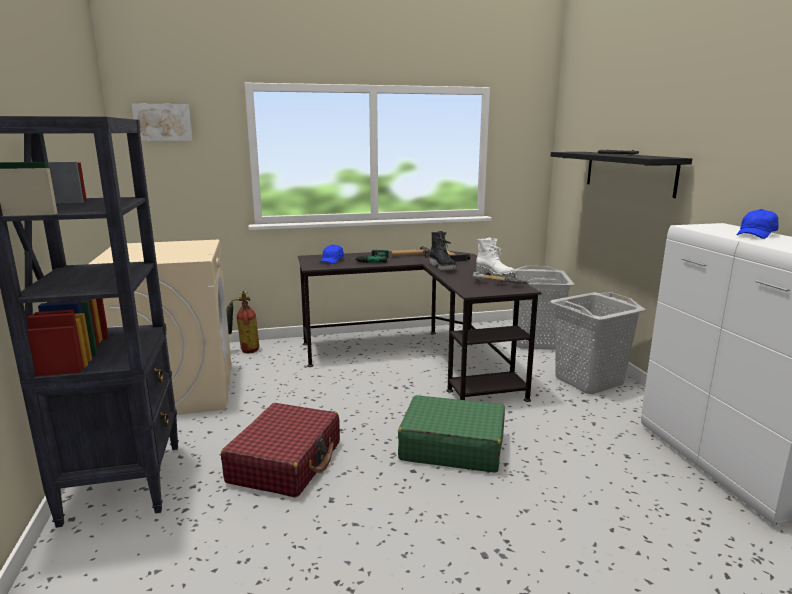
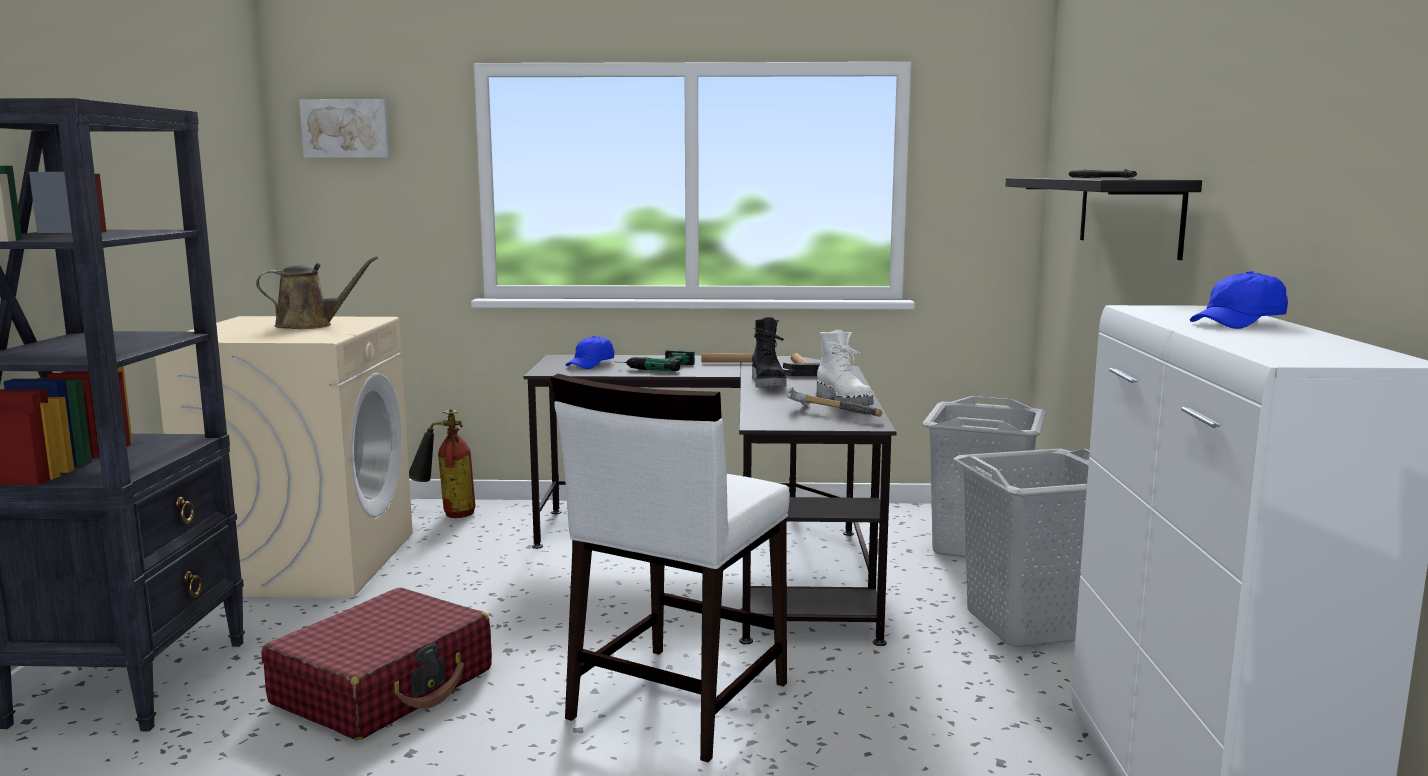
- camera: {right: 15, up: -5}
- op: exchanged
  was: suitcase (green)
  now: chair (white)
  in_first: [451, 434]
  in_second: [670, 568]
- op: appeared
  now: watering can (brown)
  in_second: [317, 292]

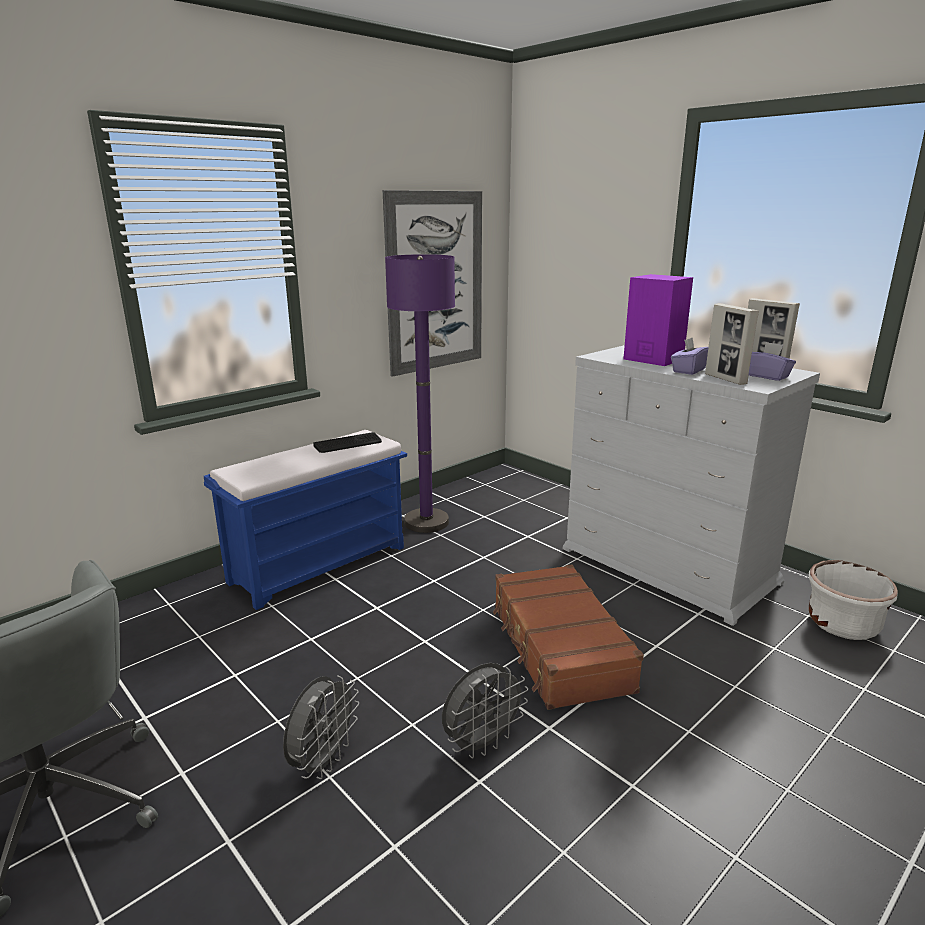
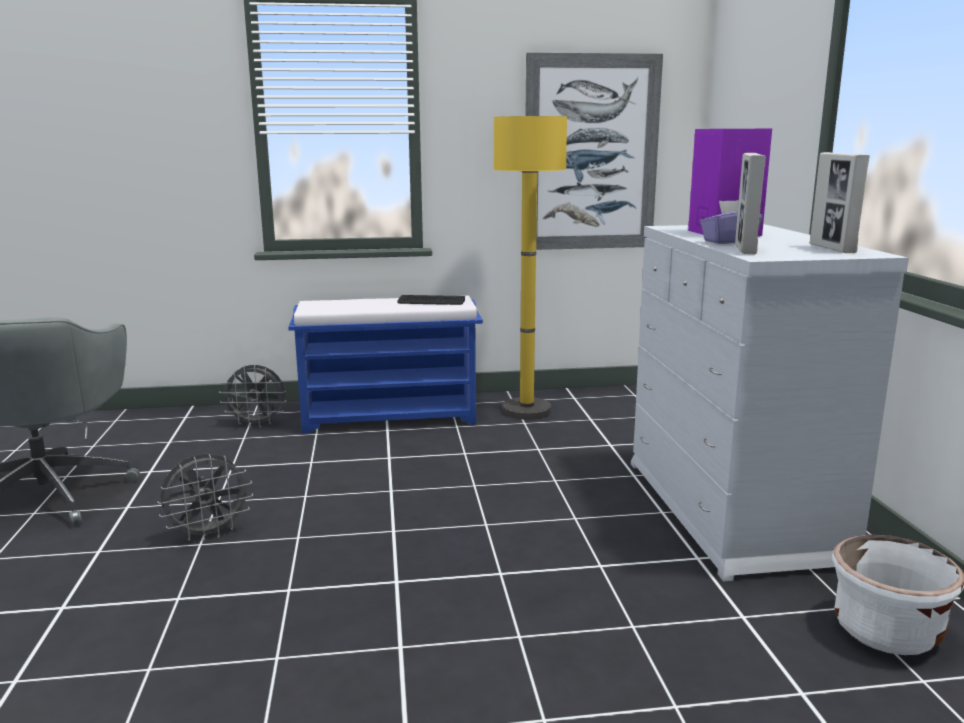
- camera: {right: 35, up: -5}
- op: colour
  was: floor lamp (purple)
  now: floor lamp (yellow)
  in_first: [420, 393]
  in_second: [530, 267]
- op: relocated
  was: fan (grey)
  in_first: [485, 711]
  in_second: [252, 396]
- op: missing
  was: suitcase (brown)
  in_first: [568, 637]
- op: missing
  was: tissue box (purple)
  in_first: [772, 361]

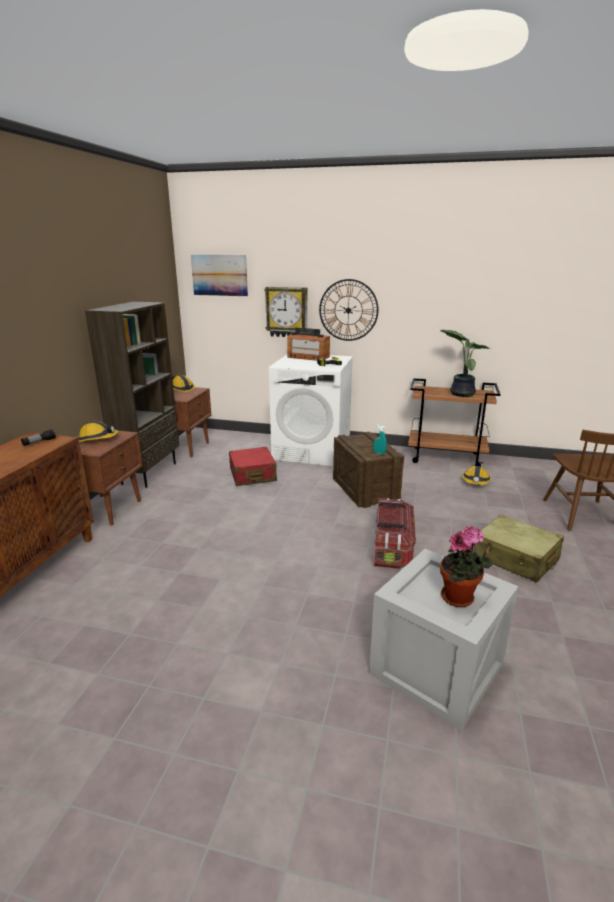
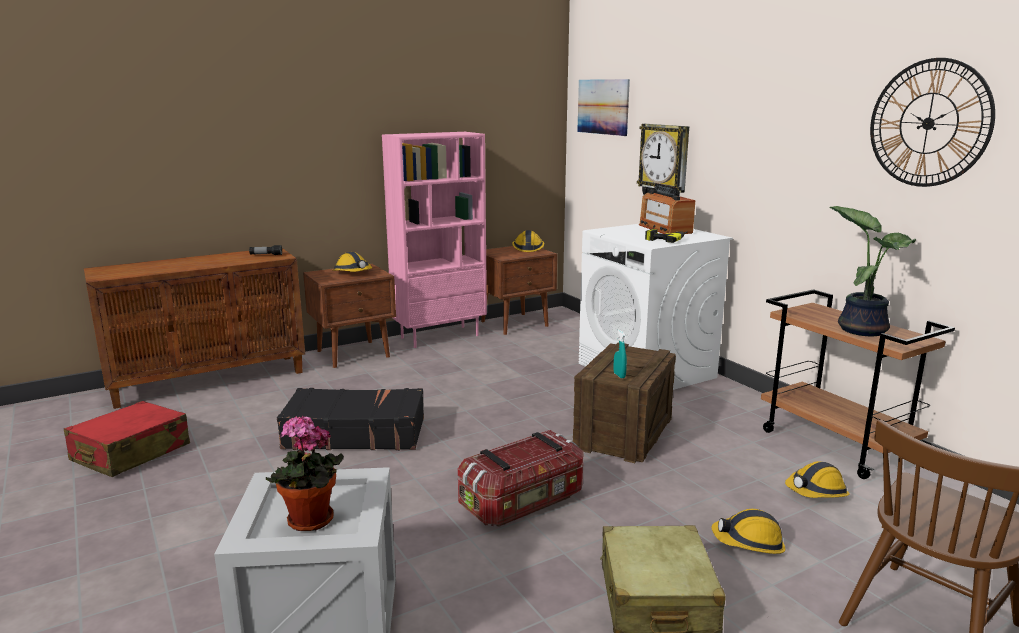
- camera: {right: 45, up: -5}
- op: colour
  was: bookcase (brown)
  now: bookcase (pink)
  in_first: [132, 395]
  in_second: [434, 240]
- op: relocated
  was: suitcase (red)
  in_first: [253, 466]
  in_second: [127, 439]
- op: relocated
  was: wall clock
  in_first: [348, 310]
  in_second: [932, 122]
- op: appeared
  now: suitcase (black)
  in_second: [350, 419]
- op: appeared
  now: hard hat
  in_second: [748, 531]

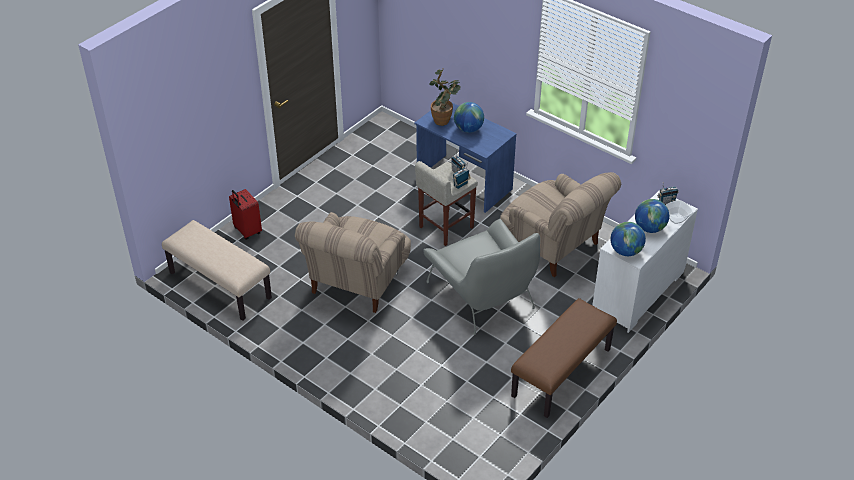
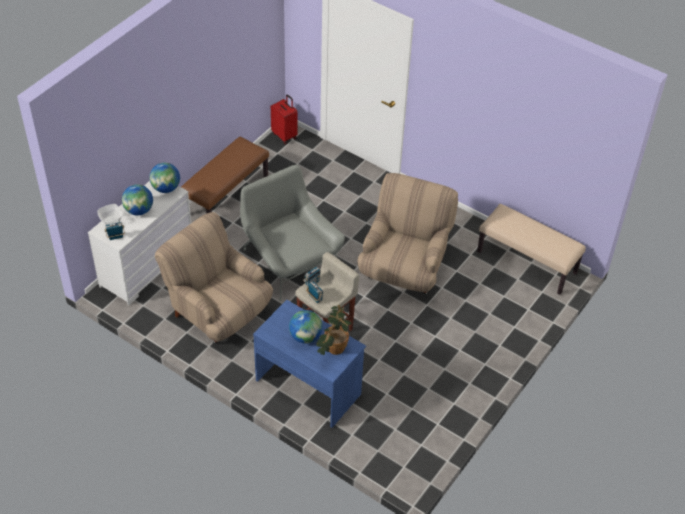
- camera: {right: 175, up: 5}
- op: relocated
  was: suitcase (red)
  in_first: [245, 214]
  in_second: [284, 119]

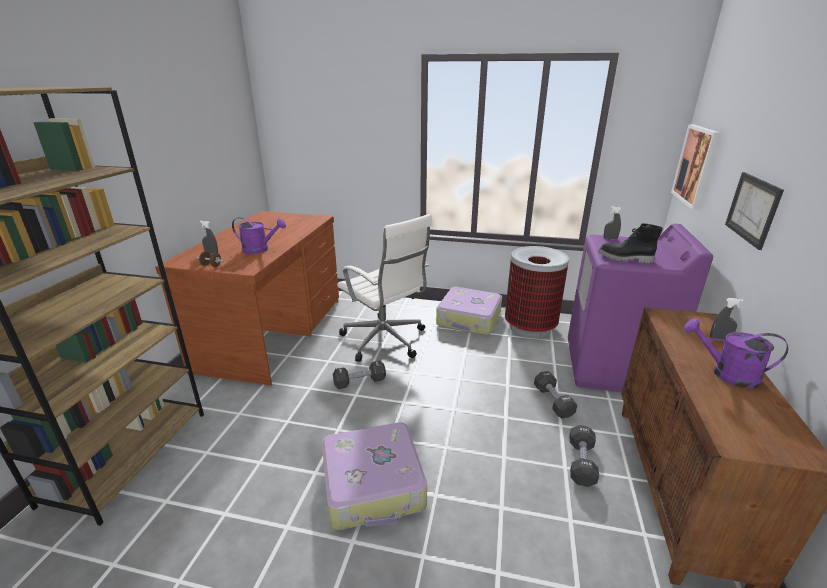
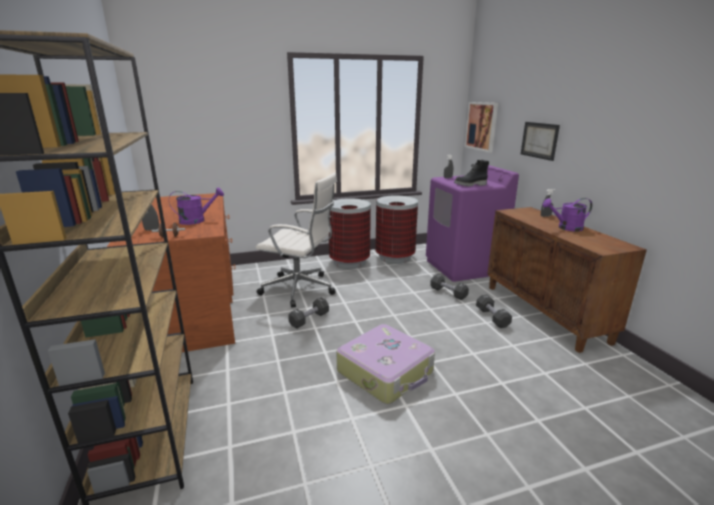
- camera: {right: -30, up: -5}
- op: exchanged
  was: suitcase
  now: trash can
  in_first: [469, 311]
  in_second: [350, 233]

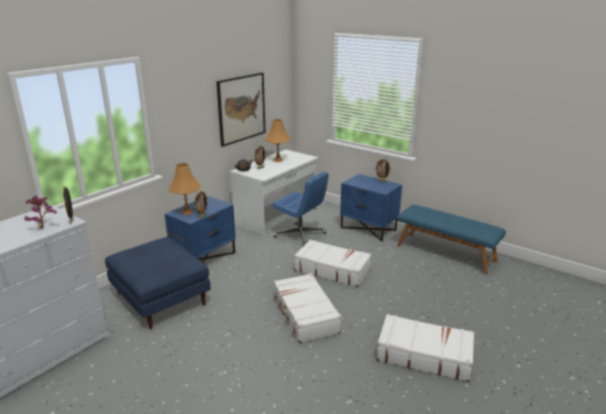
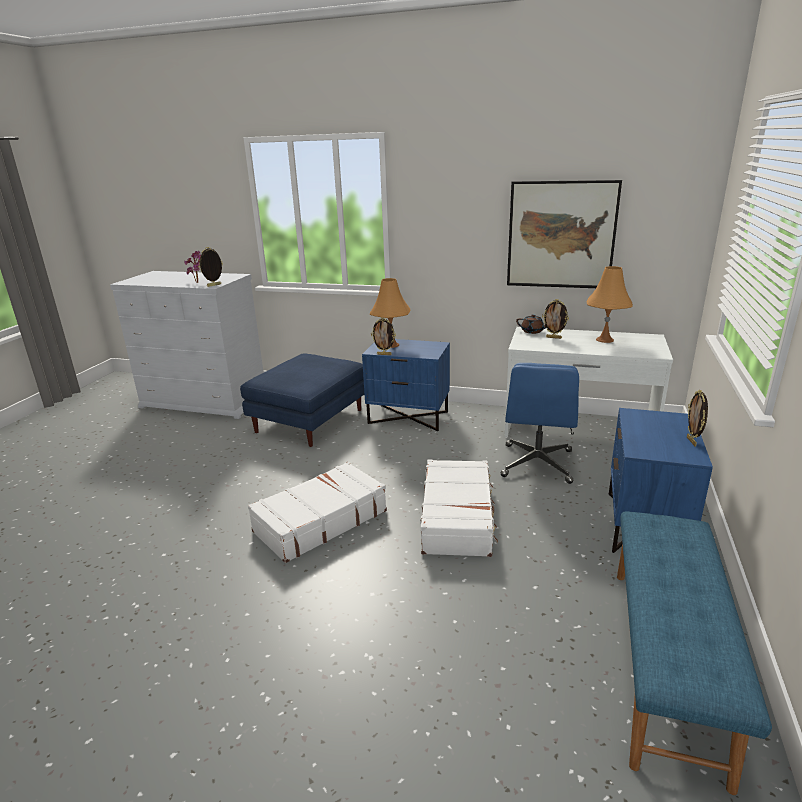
- camera: {right: 70, up: 0}
- op: missing
  was: suitcase (white)
  in_first: [425, 348]

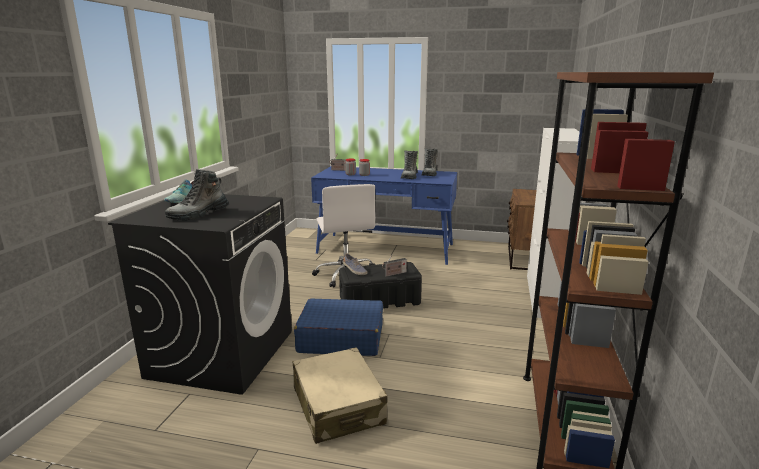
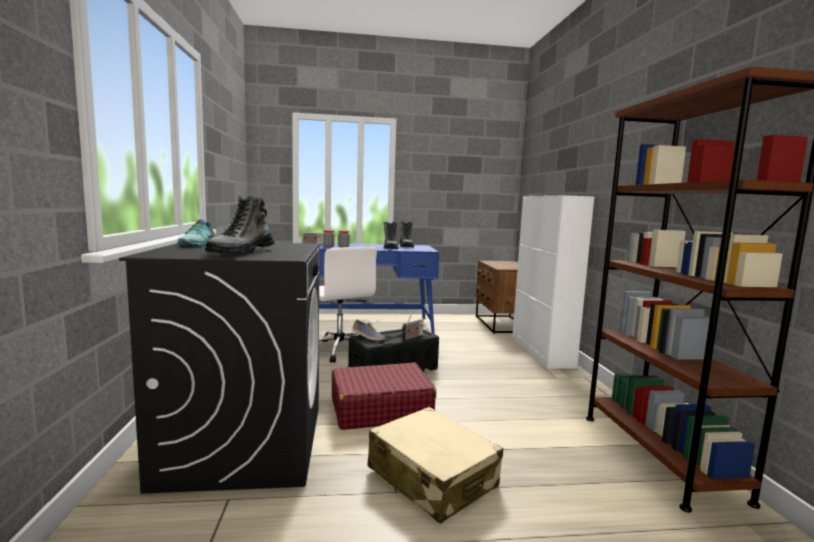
- camera: {right: -20, up: -10}
- op: colour
  was: suitcase (blue)
  now: suitcase (red)
  in_first: [338, 327]
  in_second: [384, 396]

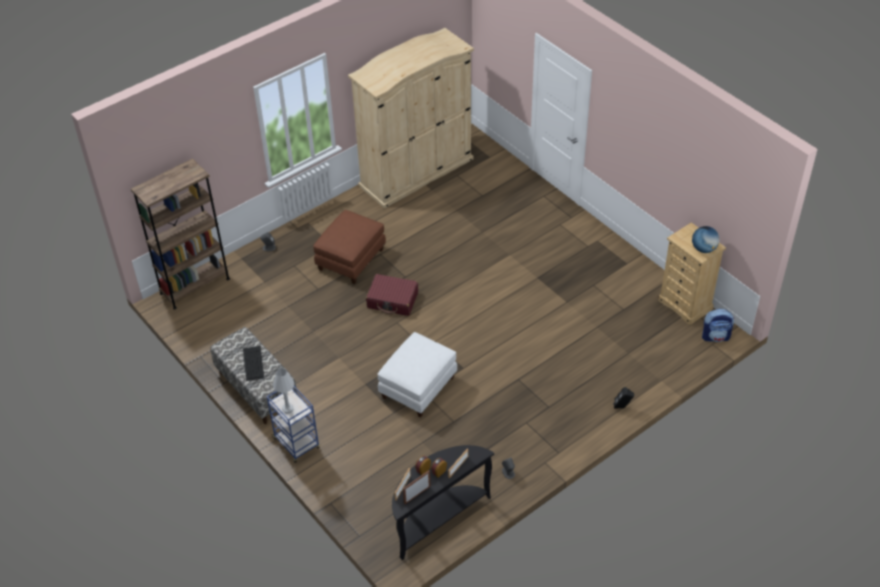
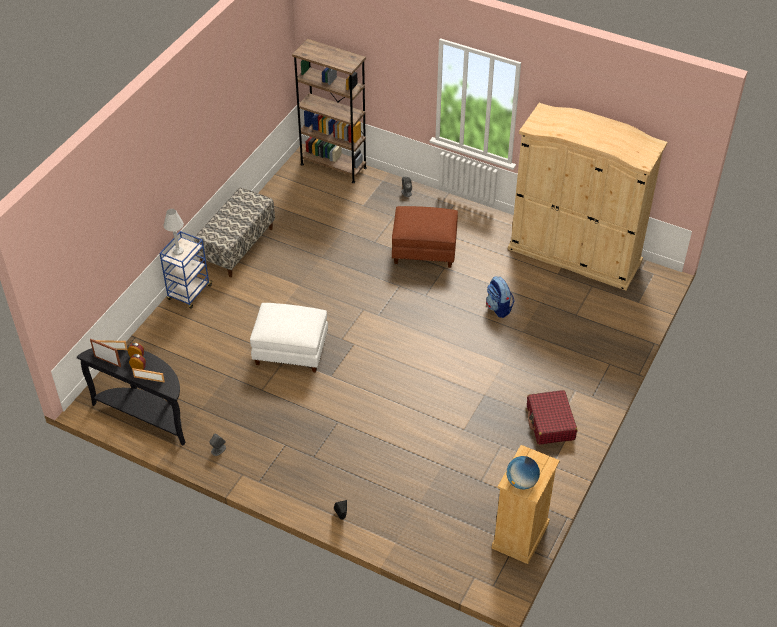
- camera: {right: 65, up: 0}
- op: missing
  was: keyboard
  in_first: [253, 363]
- op: relocated
  was: suitcase (red)
  in_first: [392, 295]
  in_second: [552, 417]
- op: relocated
  was: backpack
  in_first: [718, 325]
  in_second: [500, 297]

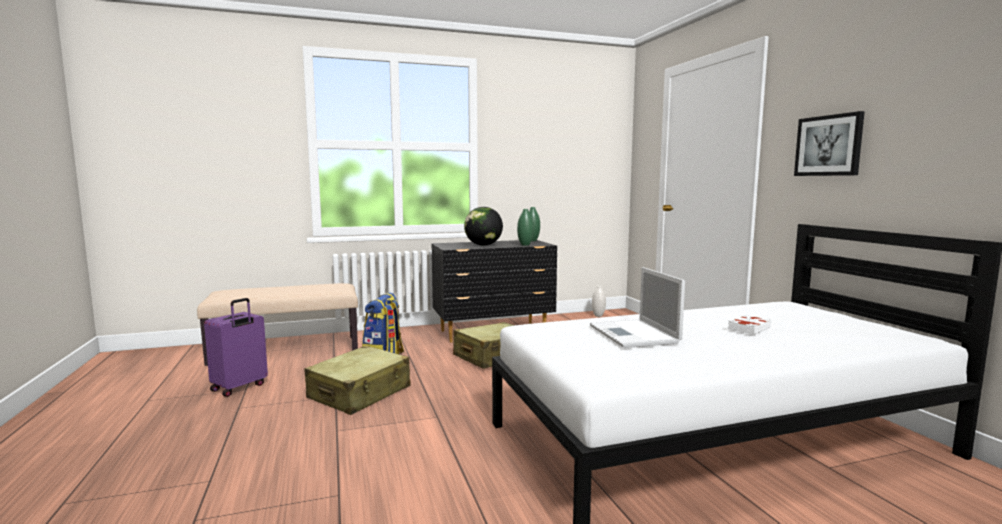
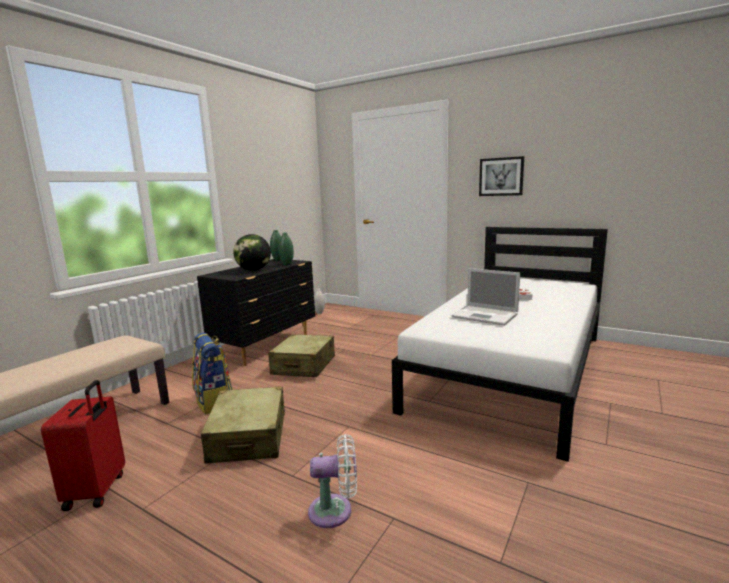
- camera: {right: -40, up: 5}
- op: colour
  was: suitcase (purple)
  now: suitcase (red)
  in_first: [236, 347]
  in_second: [83, 445]
- op: appeared
  now: fan (white)
  in_second: [332, 481]

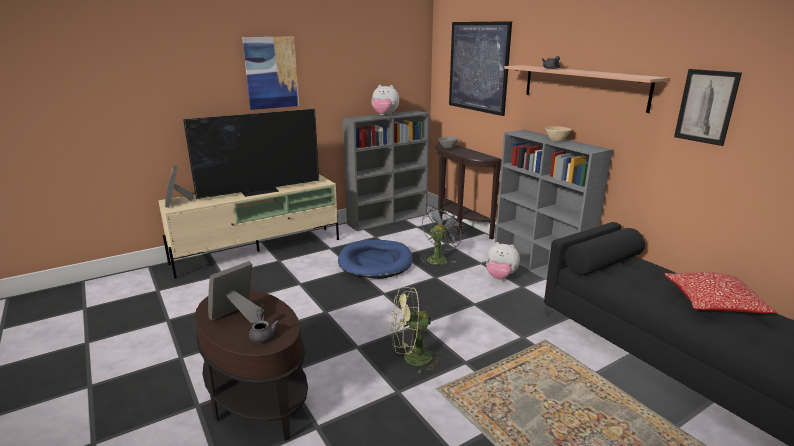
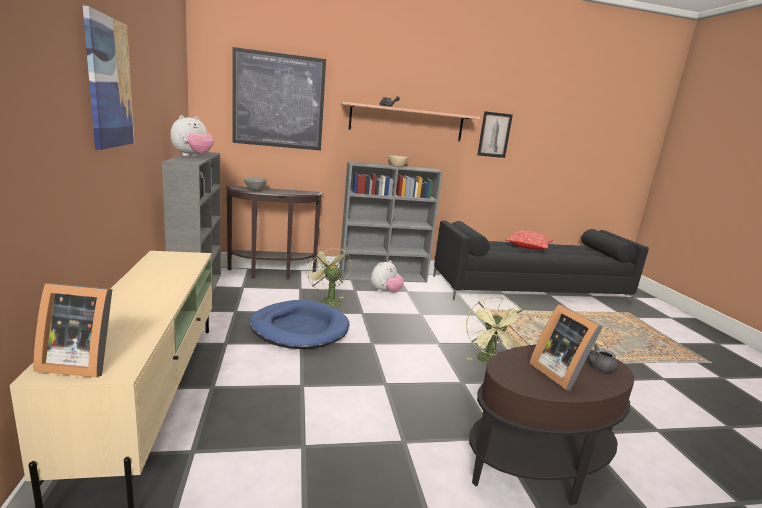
- camera: {right: -70, up: -5}
- op: missing
  was: television
  in_first: [251, 154]
- op: colour
  was: fan (grey)
  now: fan (green)
  in_first: [442, 236]
  in_second: [329, 276]

